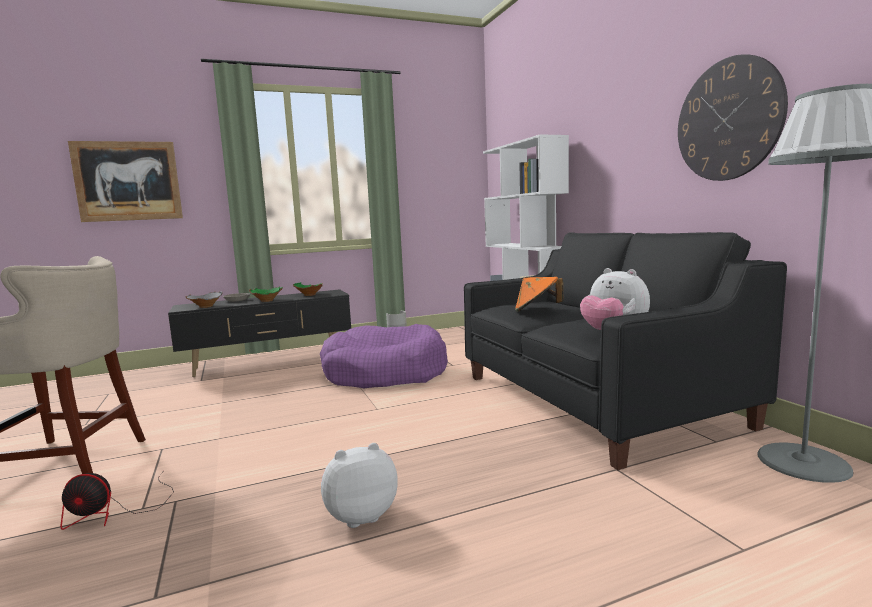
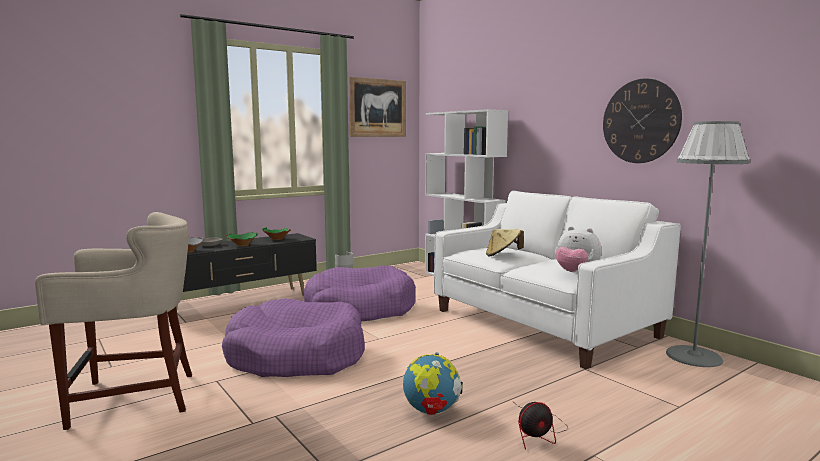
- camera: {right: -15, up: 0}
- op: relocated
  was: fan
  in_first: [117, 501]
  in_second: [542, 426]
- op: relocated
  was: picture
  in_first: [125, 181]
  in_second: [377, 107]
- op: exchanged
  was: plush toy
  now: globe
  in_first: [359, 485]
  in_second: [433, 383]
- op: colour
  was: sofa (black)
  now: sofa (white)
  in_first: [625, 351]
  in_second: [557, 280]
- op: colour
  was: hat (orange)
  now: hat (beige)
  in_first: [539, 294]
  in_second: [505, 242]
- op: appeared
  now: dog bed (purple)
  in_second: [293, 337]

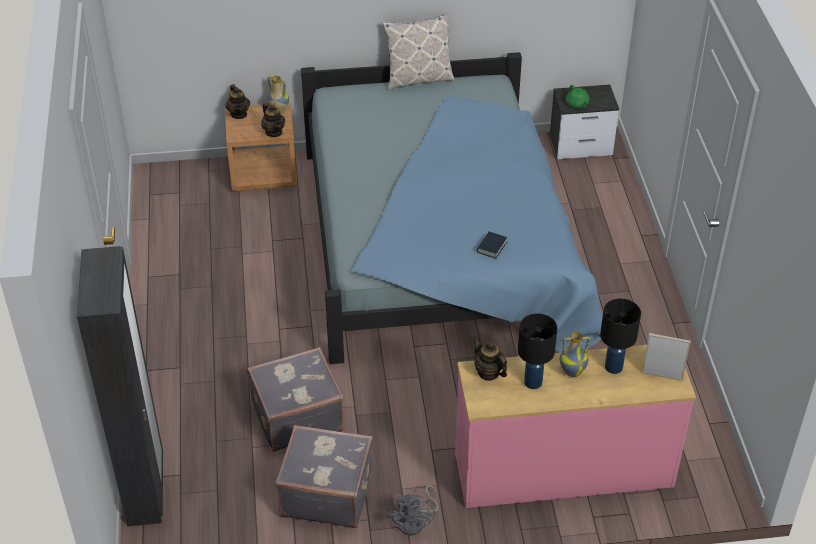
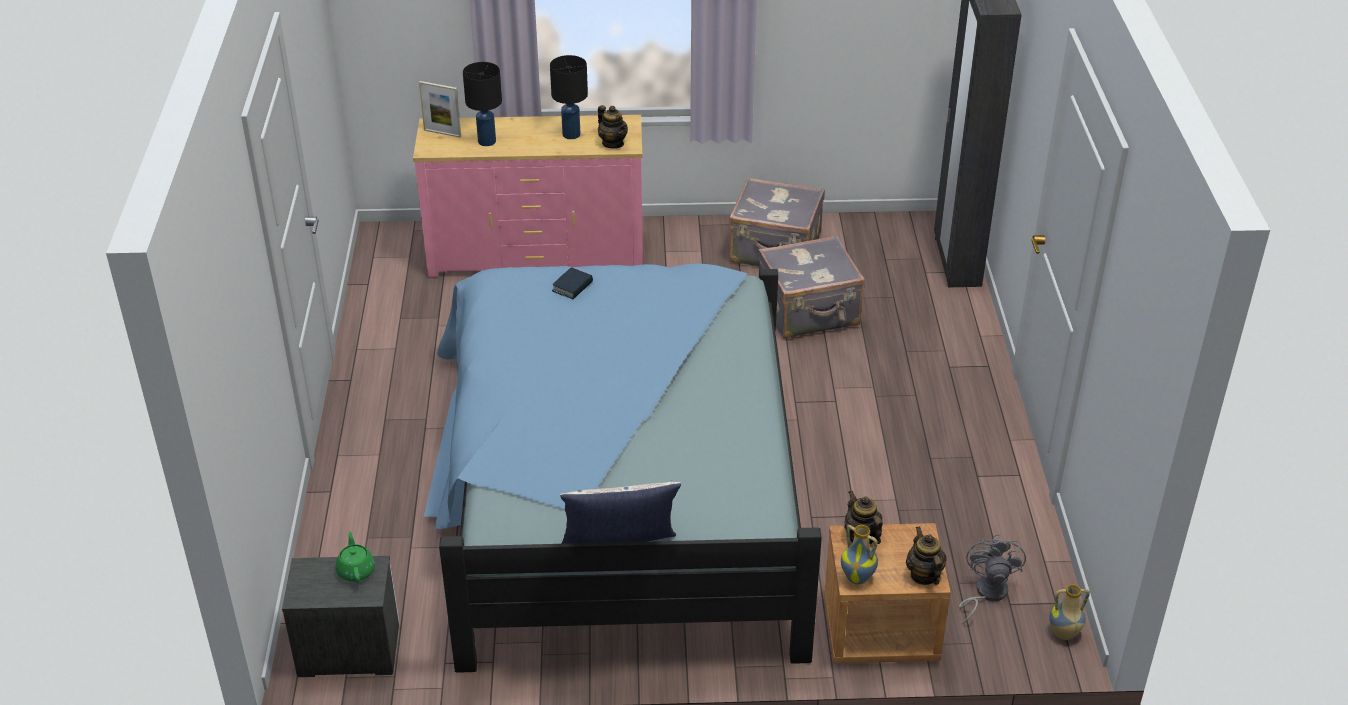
- camera: {right: -175, up: -5}
- op: relocated
  was: fan (grey)
  in_first: [412, 510]
  in_second: [992, 579]
- op: relocated
  was: vase
  in_first: [575, 354]
  in_second: [1069, 612]

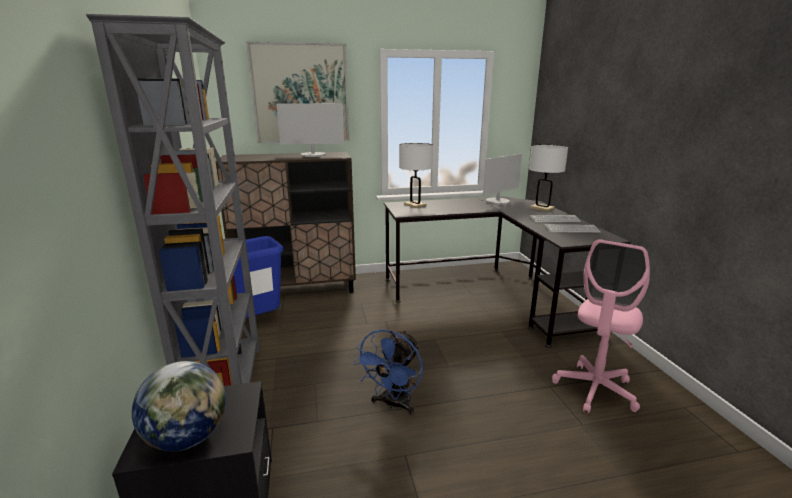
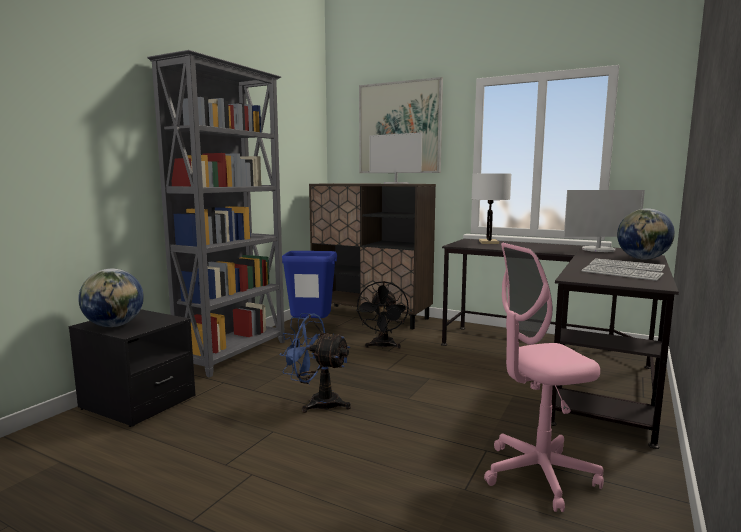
- camera: {right: 40, up: -10}
- op: spun
  was: fan (blue)
  in_first: [388, 372]
  in_second: [315, 363]
  clockwise: 45
- op: exchanged
  was: table lamp (white)
  now: globe
  in_first: [548, 177]
  in_second: [646, 234]
- op: appeared
  now: fan (black)
  in_second: [382, 315]

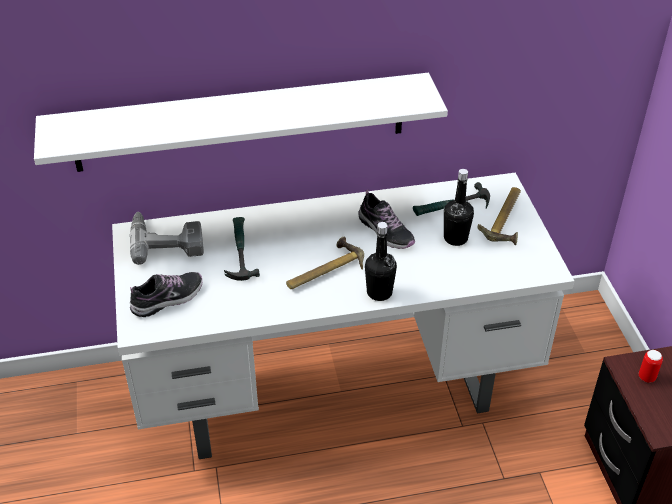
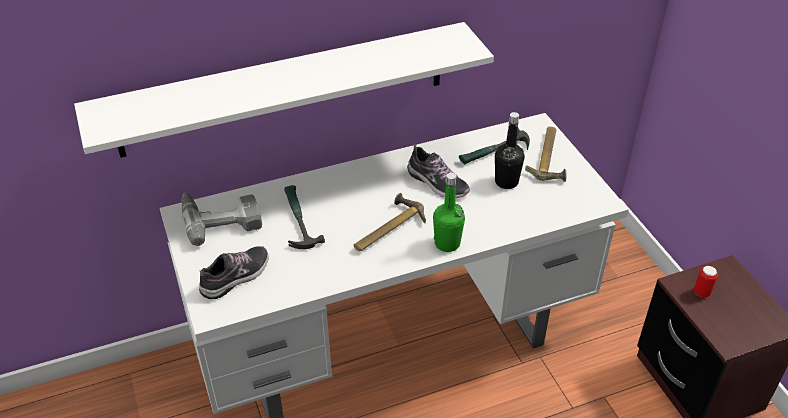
- camera: {right: -10, up: 0}
- op: colour
  was: bottle (black)
  now: bottle (green)
  in_first: [381, 261]
  in_second: [449, 212]

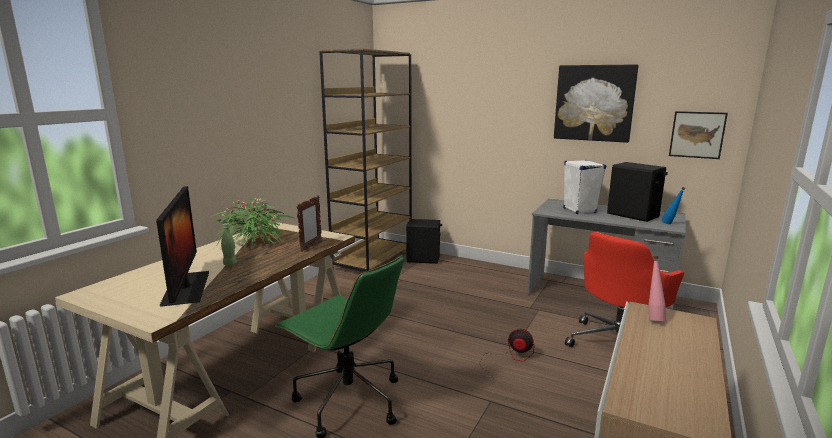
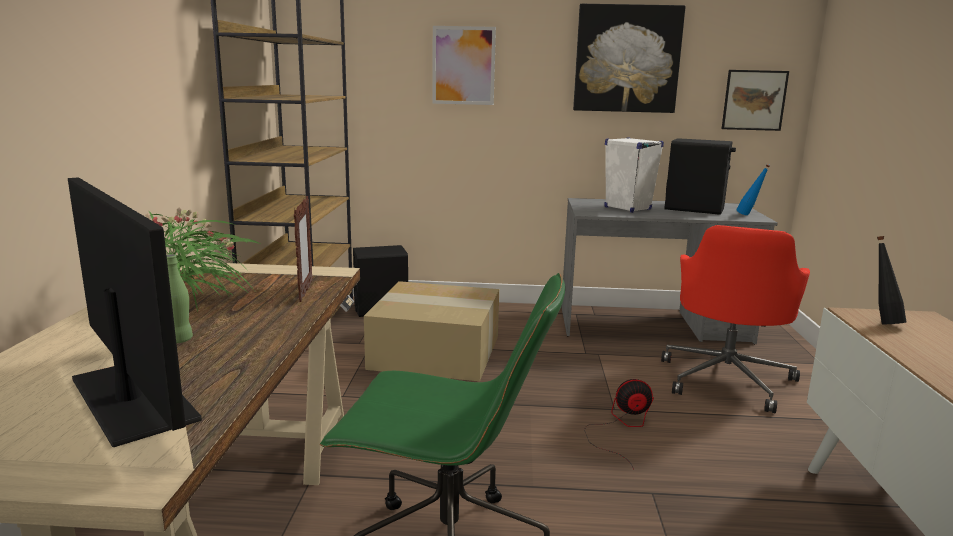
- camera: {right: -25, up: 0}
- op: colour
  was: bottle (pink)
  now: bottle (black)
  in_first: [657, 288]
  in_second: [891, 280]
- op: appeared
  now: cardboard box
  in_second: [431, 331]
- op: appeared
  now: picture
  in_second: [464, 65]

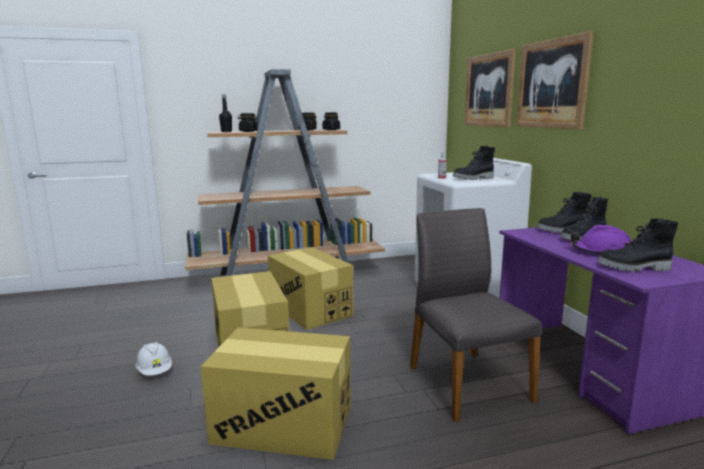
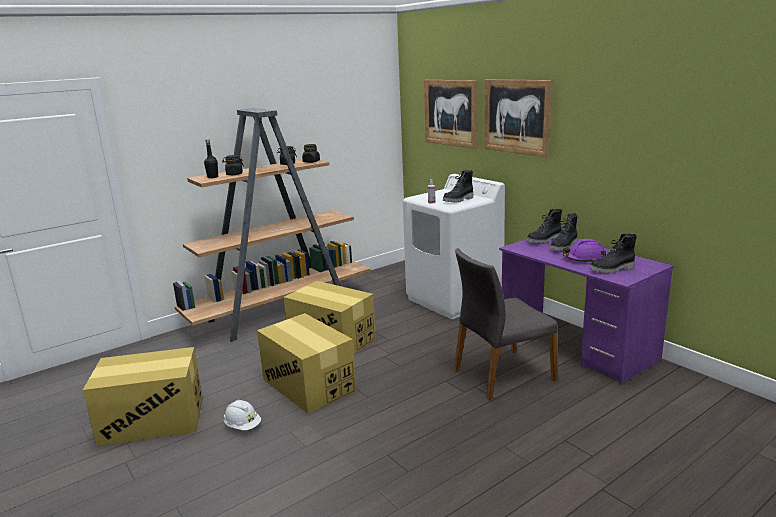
- camera: {right: -20, up: 5}
- op: relocated
  was: cardboard box
  in_first: [276, 394]
  in_second: [143, 396]
- op: spun
  was: chair (grey)
  in_first: [476, 315]
  in_second: [506, 324]
  clockwise: -75

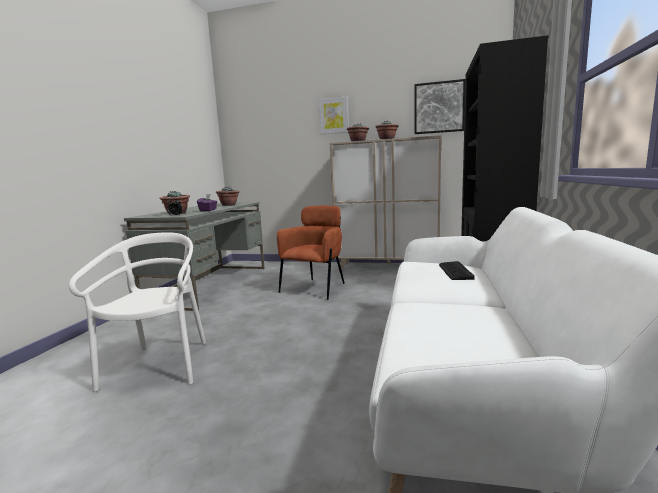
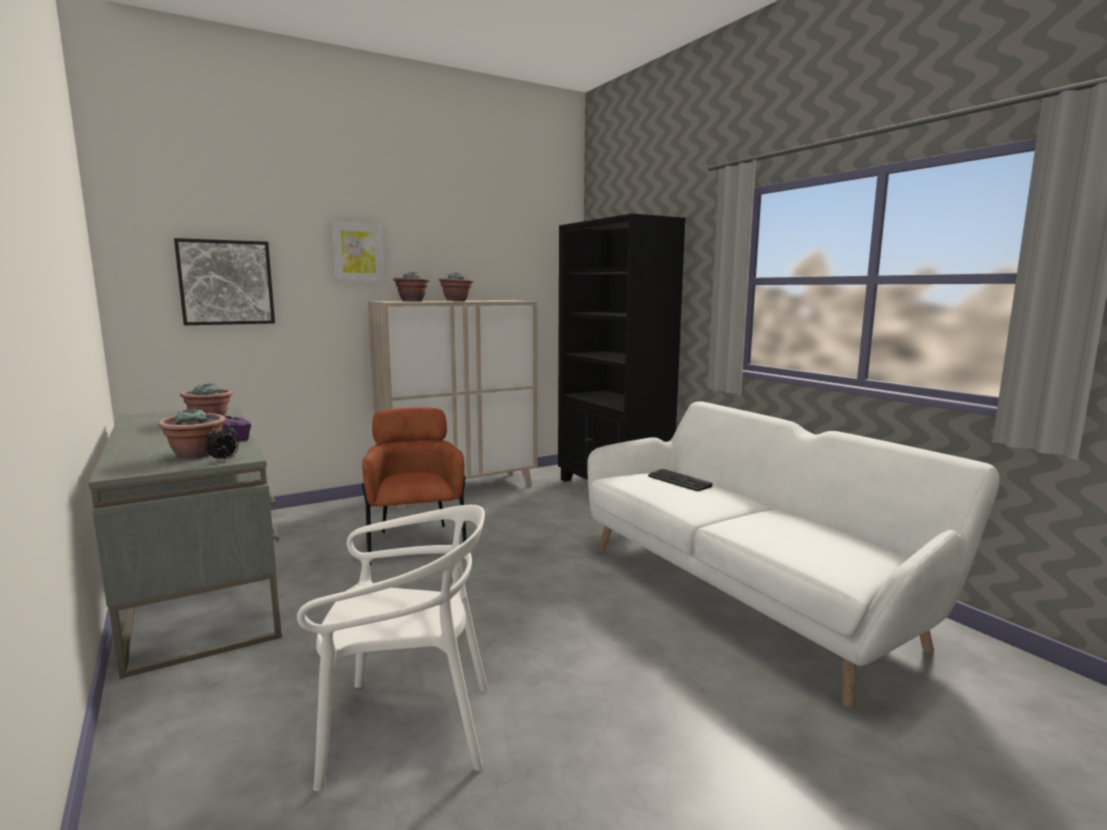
- camera: {right: -45, up: 0}
- op: spun
  was: chair (white)
  in_first: [137, 312]
  in_second: [392, 648]
  clockwise: 135
- op: relocated
  was: picture
  in_first: [440, 106]
  in_second: [224, 281]

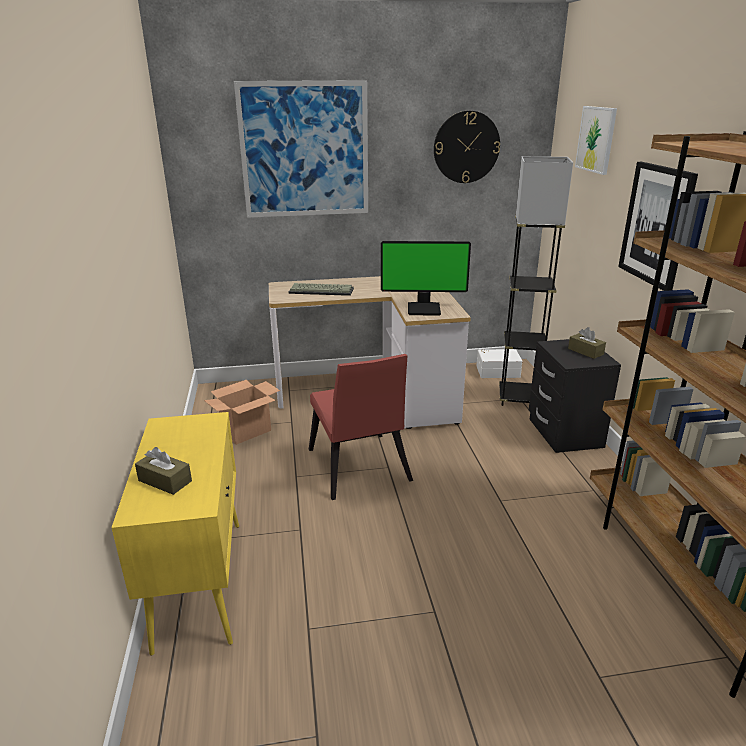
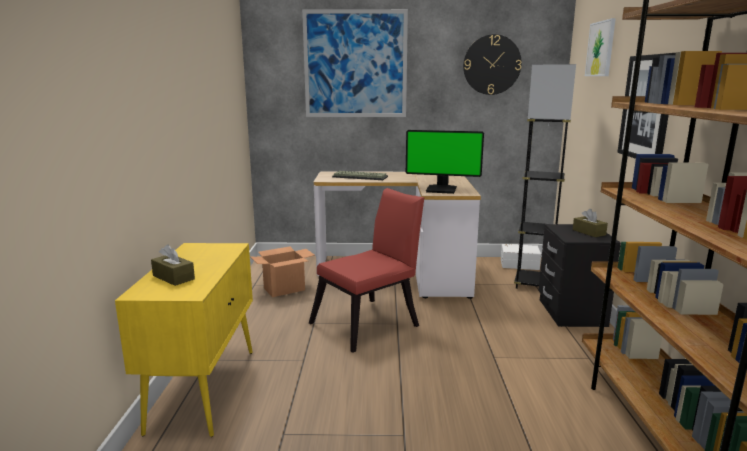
- camera: {right: 10, up: -10}
- op: spun
  was: chair (red)
  in_first: [361, 427]
  in_second: [366, 270]
  clockwise: -120

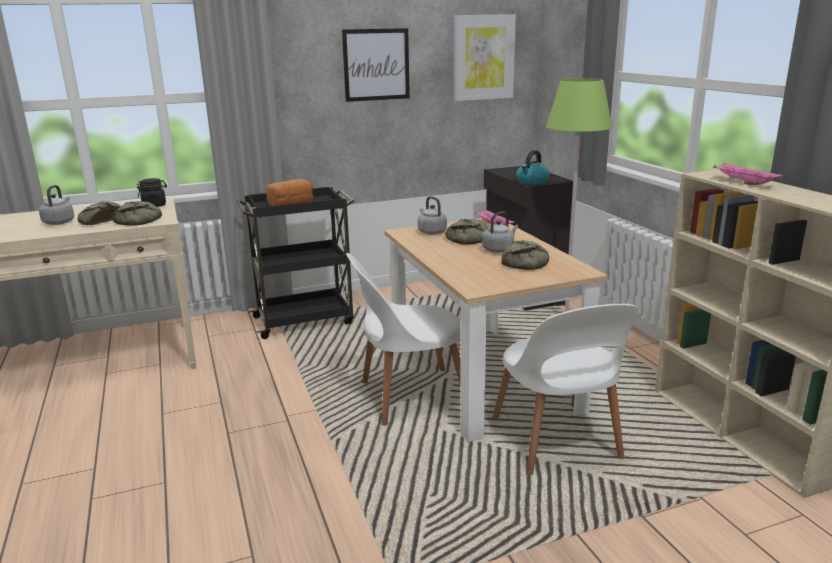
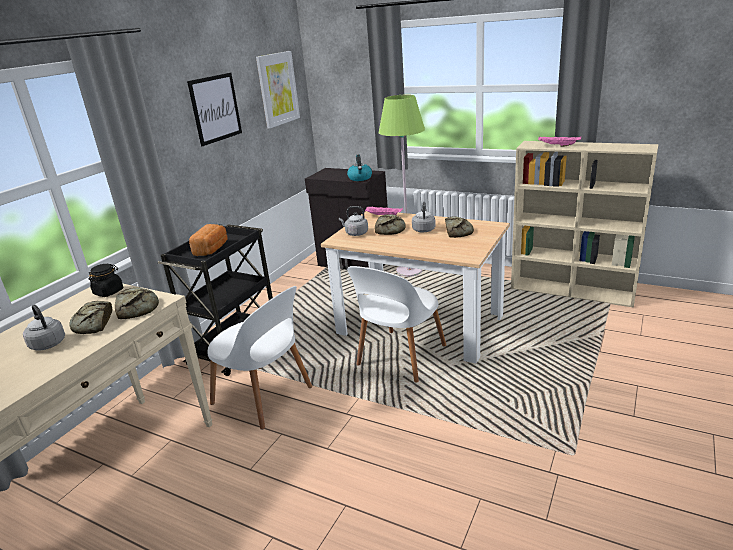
- camera: {right: -40, up: 5}
- op: relocated
  was: chair (white)
  in_first: [565, 389]
  in_second: [259, 358]

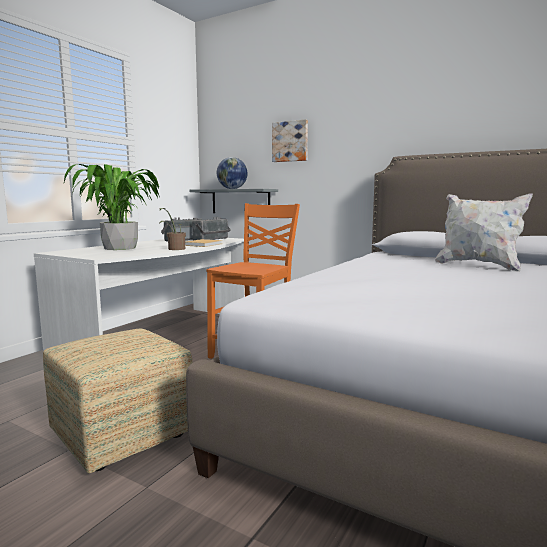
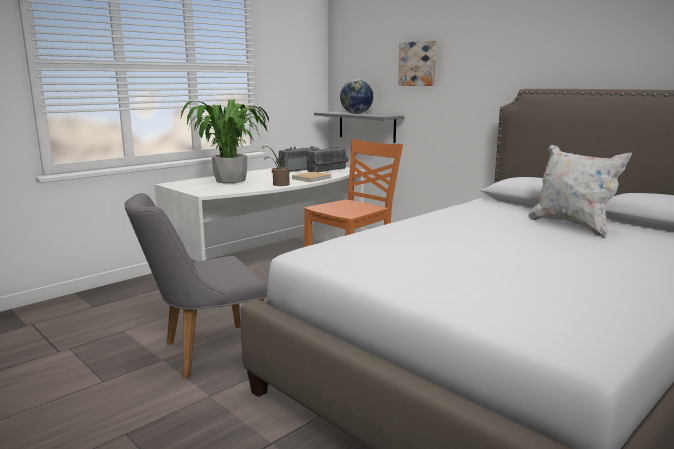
- camera: {right: 15, up: 5}
- op: exchanged
  was: ottoman
  now: chair (grey)
  in_first: [118, 401]
  in_second: [196, 286]

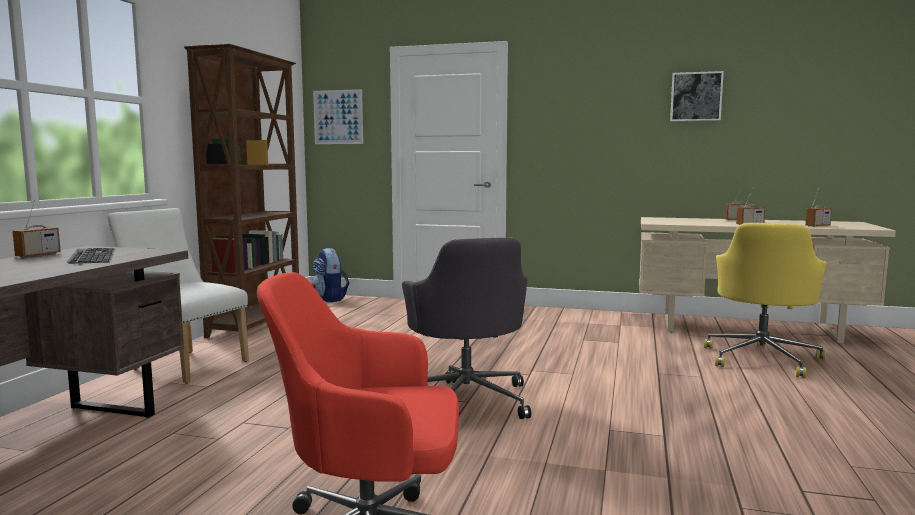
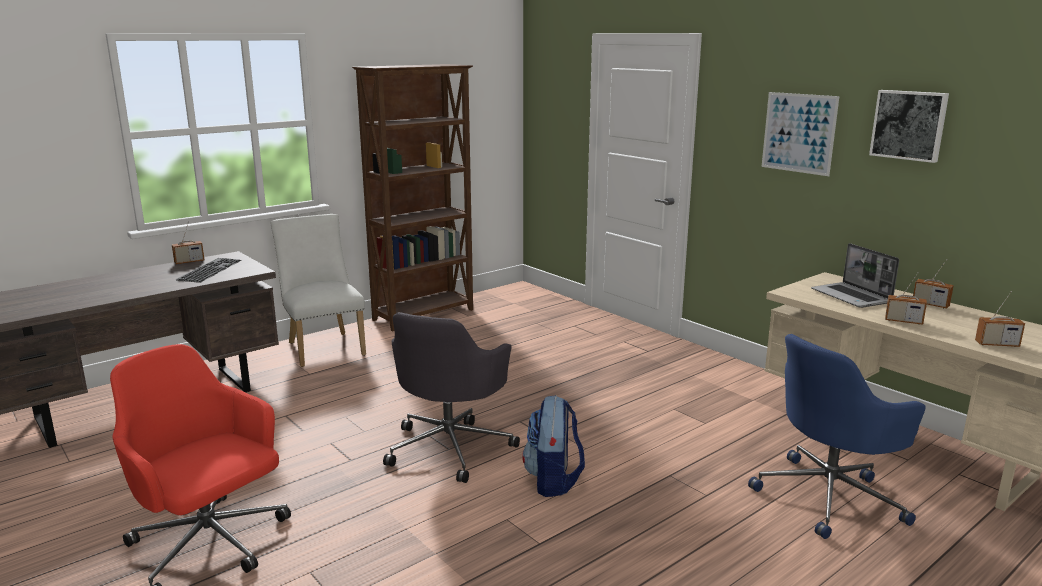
- camera: {right: 35, up: 10}
- op: relocated
  was: backpack
  in_first: [330, 275]
  in_second: [553, 446]
- op: relocated
  was: picture
  in_first: [338, 116]
  in_second: [800, 134]
- op: colour
  was: office chair (yellow)
  now: office chair (blue)
  in_first: [765, 300]
  in_second: [837, 436]
- op: appeared
  now: laptop
  in_second: [855, 275]

